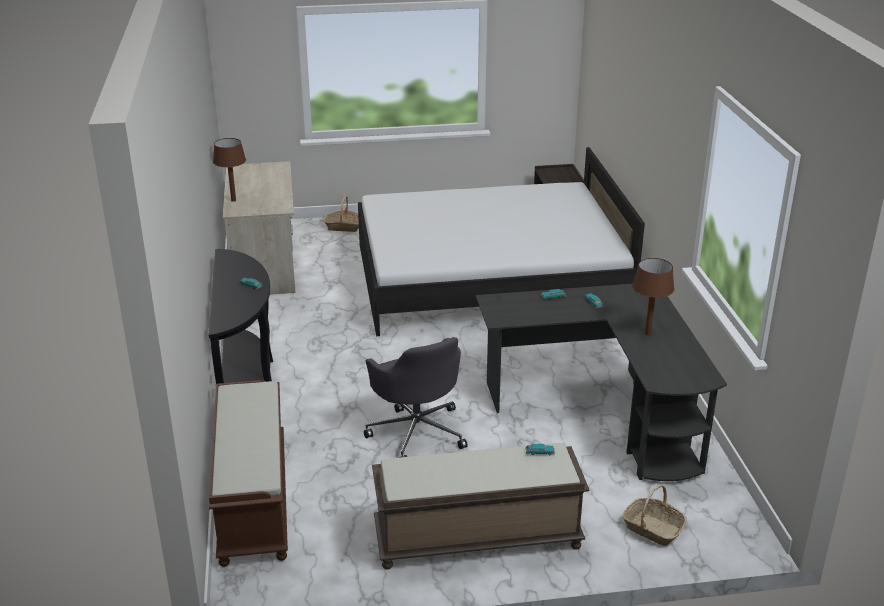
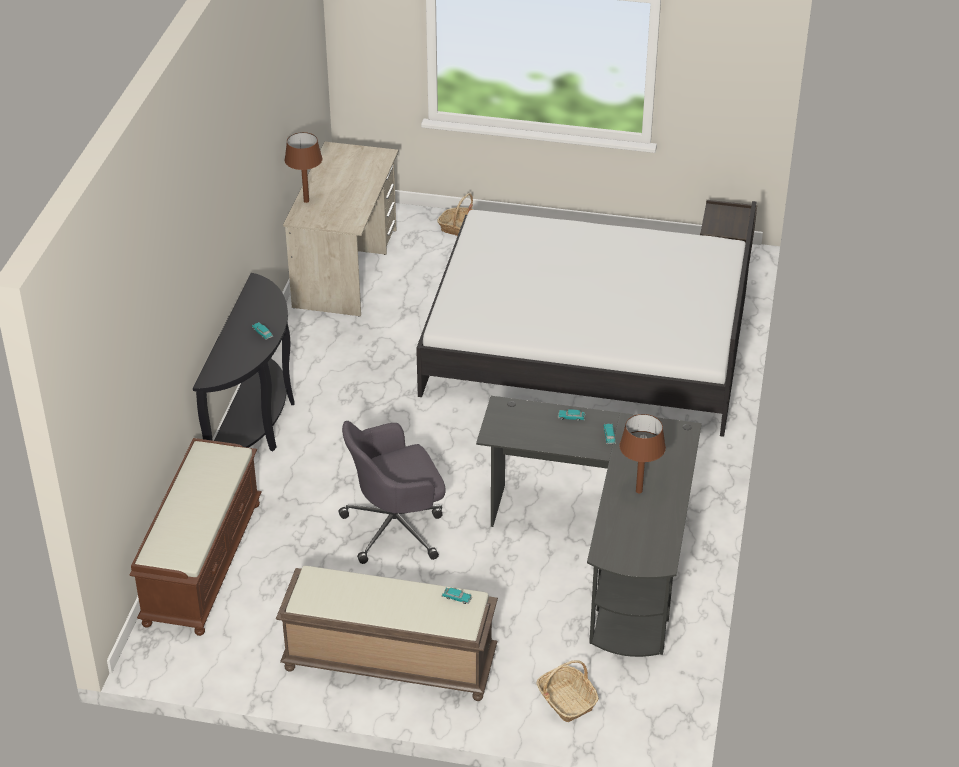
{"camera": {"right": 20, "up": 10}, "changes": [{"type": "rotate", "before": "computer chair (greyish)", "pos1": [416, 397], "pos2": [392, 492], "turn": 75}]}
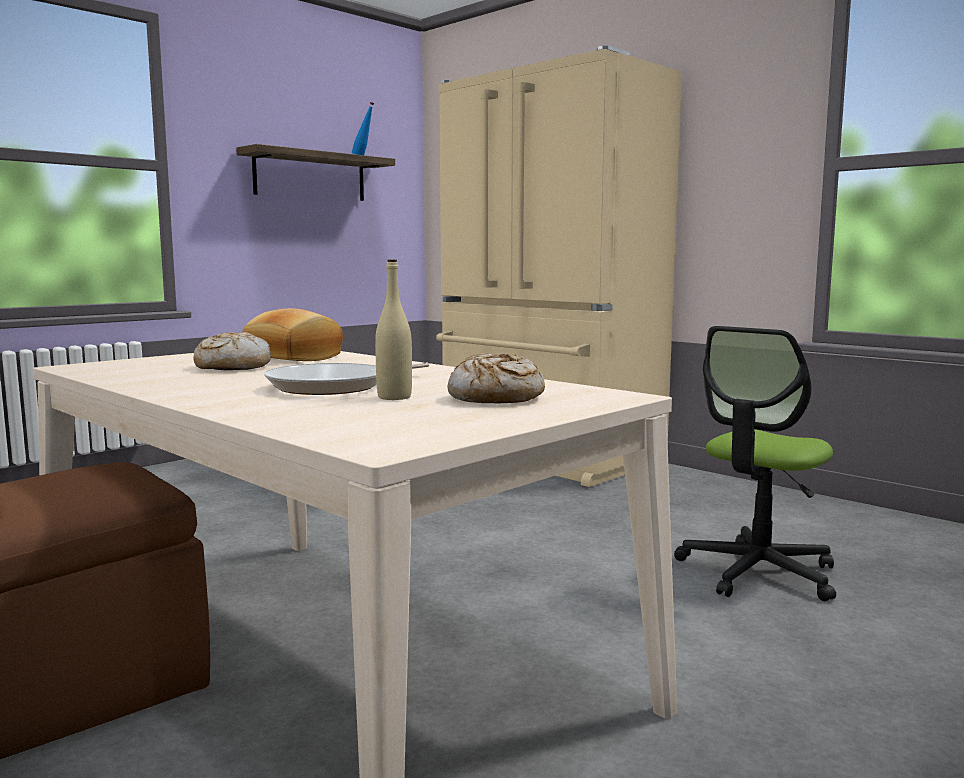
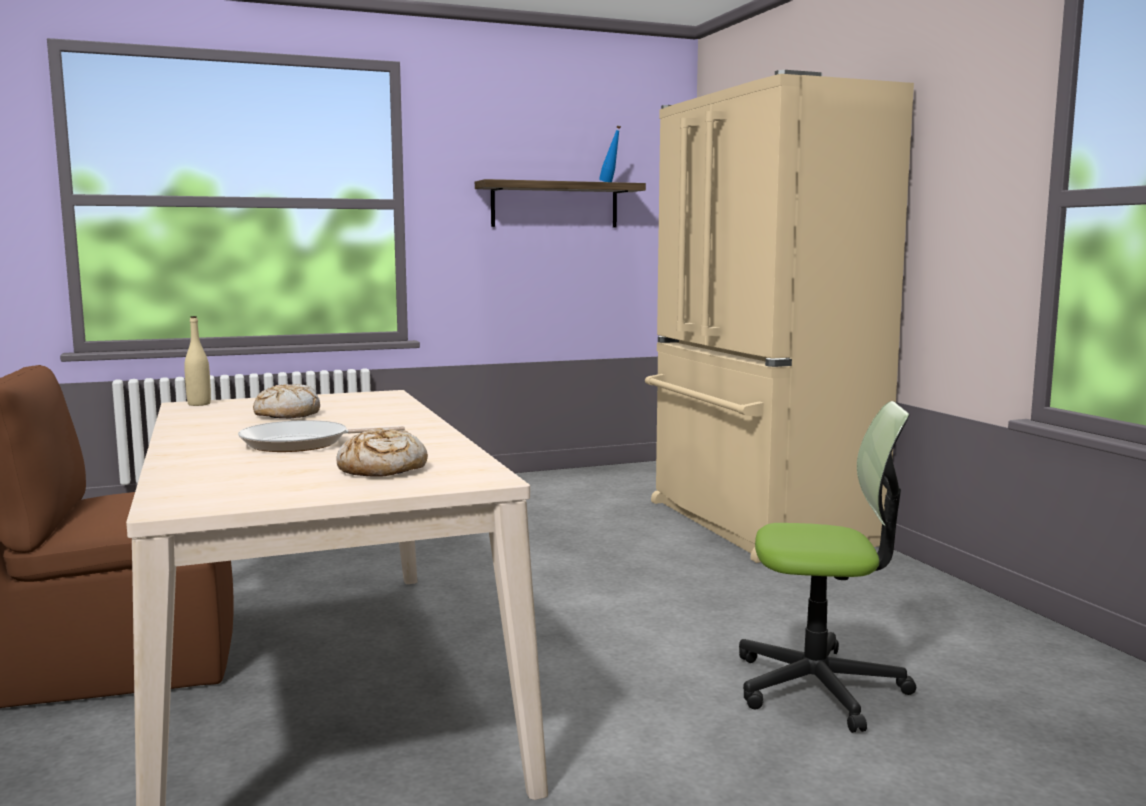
{"camera": {"right": 25, "up": 0}, "changes": [{"type": "move", "before": "beverage bottle (sand-coloured)", "pos1": [393, 330], "pos2": [197, 361]}, {"type": "delete", "before": "bread", "pos1": [292, 334]}, {"type": "rotate", "before": "computer chair", "pos1": [755, 463], "pos2": [827, 567], "turn": -150}]}
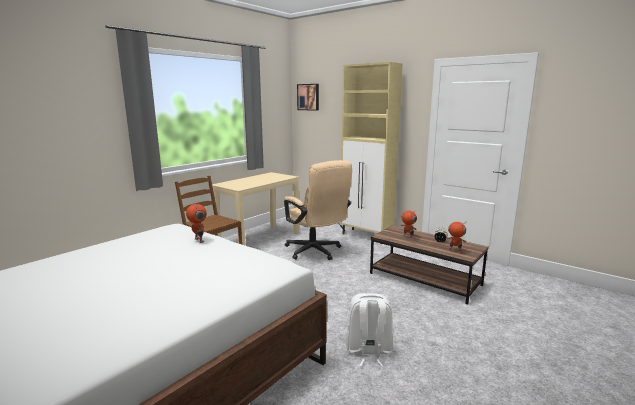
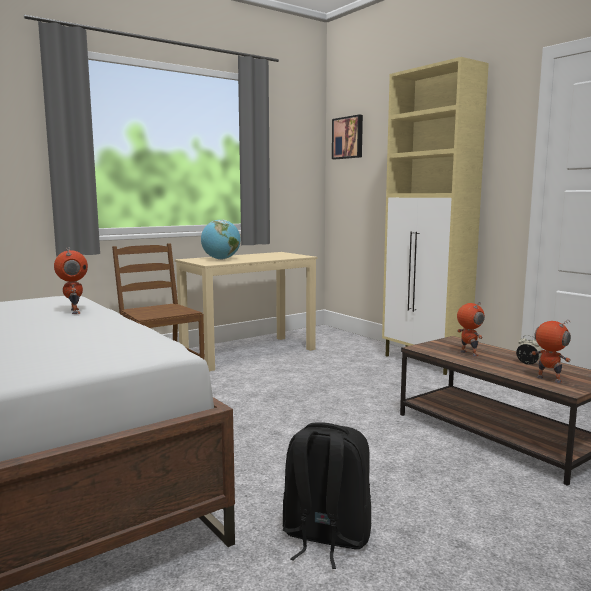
{"camera": {"right": 15, "up": -5}, "changes": [{"type": "delete", "before": "computer chair (sand-coloured)", "pos1": [318, 210]}, {"type": "recolor", "before": "rucksack (white)", "after": "rucksack (blackish)", "pos1": [369, 330], "pos2": [326, 495]}, {"type": "insert", "after": "desk globe", "pos2": [221, 240]}]}
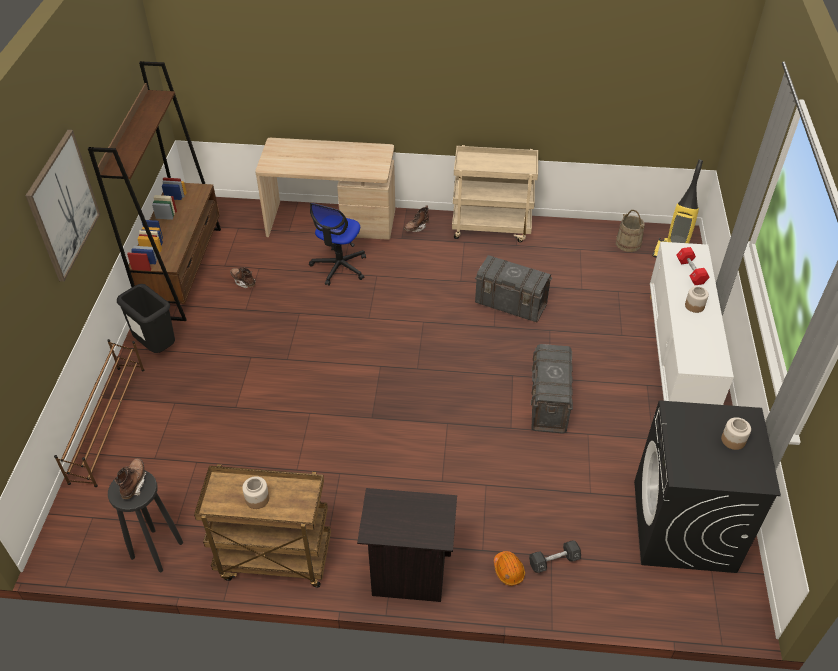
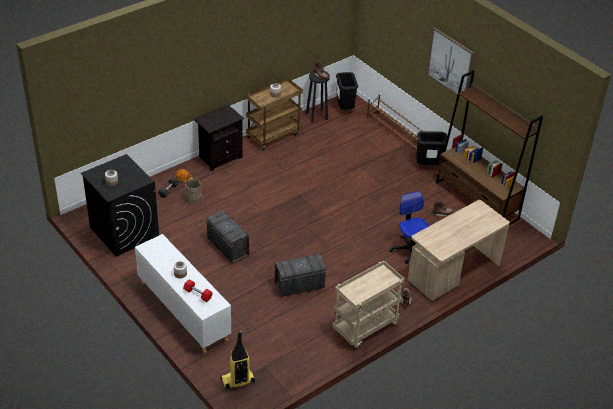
{"camera": {"right": 135, "up": -5}, "changes": [{"type": "move", "before": "water bucket (sand-coloured)", "pos1": [630, 231], "pos2": [193, 190]}, {"type": "insert", "after": "trash can (blackish)", "pos2": [347, 91]}]}
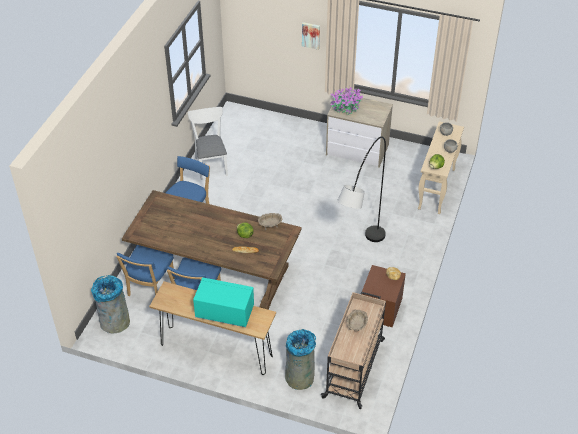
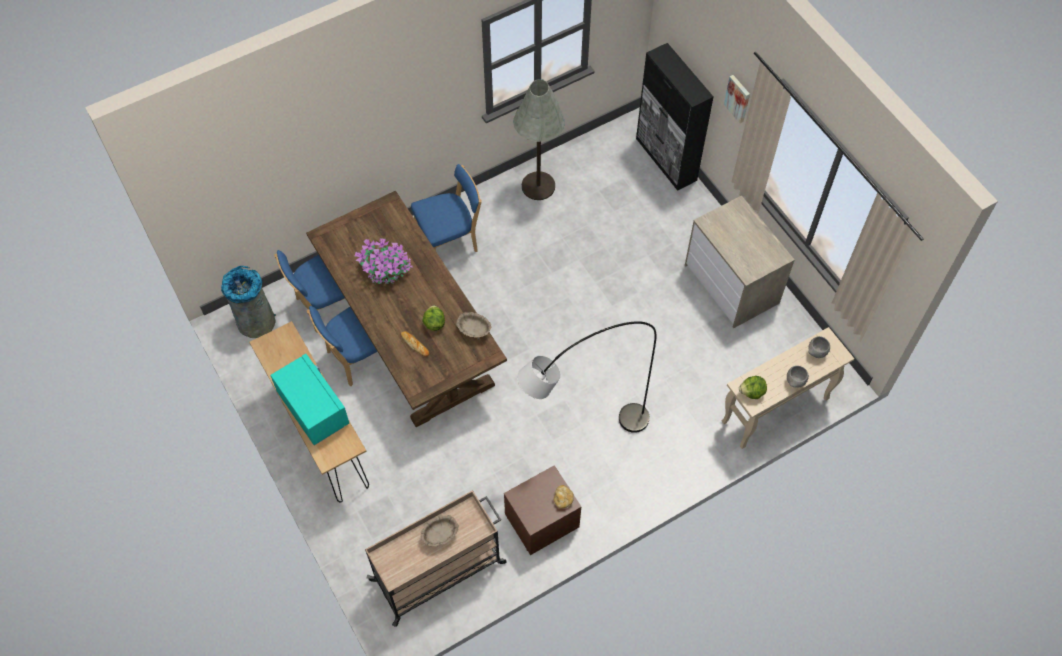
{"camera": {"right": 40, "up": 15}, "changes": [{"type": "move", "before": "plant in a pot", "pos1": [346, 101], "pos2": [384, 261]}, {"type": "replace", "before": "chair (white)", "after": "floor lamp (greyish)", "pos1": [208, 143], "pos2": [539, 139]}, {"type": "delete", "before": "trash can (greyish)", "pos1": [300, 359]}, {"type": "insert", "after": "cabinet (blackish)", "pos2": [674, 117]}]}
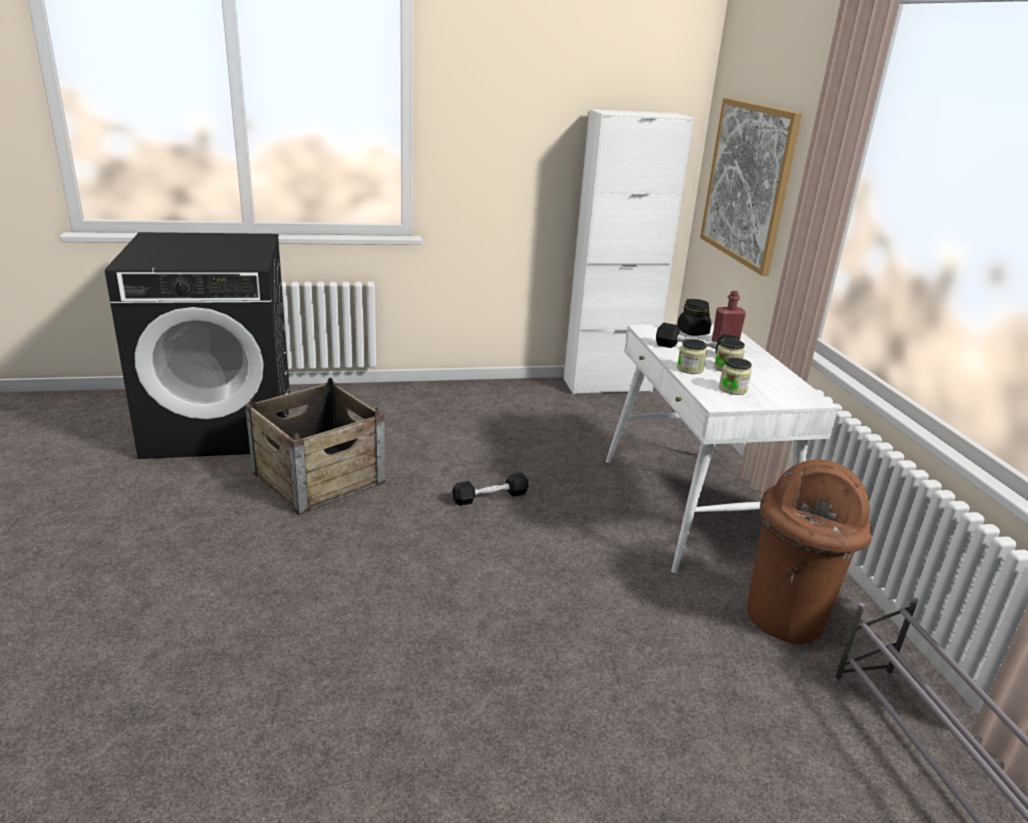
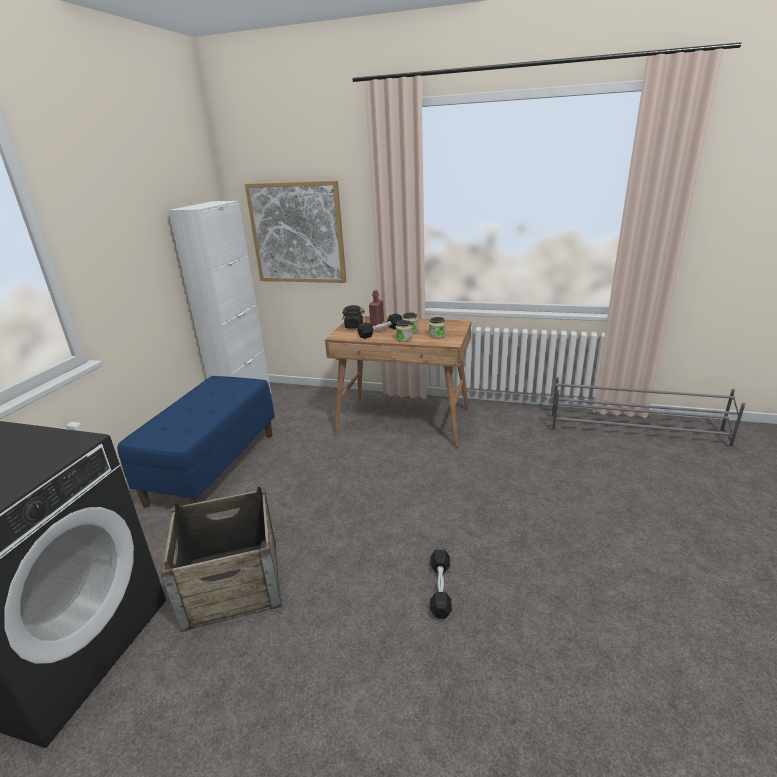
{"camera": {"right": -60, "up": 0}, "changes": [{"type": "recolor", "before": "desk (white)", "after": "desk (brown-coloured)", "pos1": [722, 449], "pos2": [398, 382]}, {"type": "delete", "before": "trash can (brown-coloured)", "pos1": [809, 551]}, {"type": "move", "before": "free weight (blackish)", "pos1": [490, 489], "pos2": [441, 584]}, {"type": "insert", "after": "indoor bench (bluish)", "pos2": [196, 442]}]}
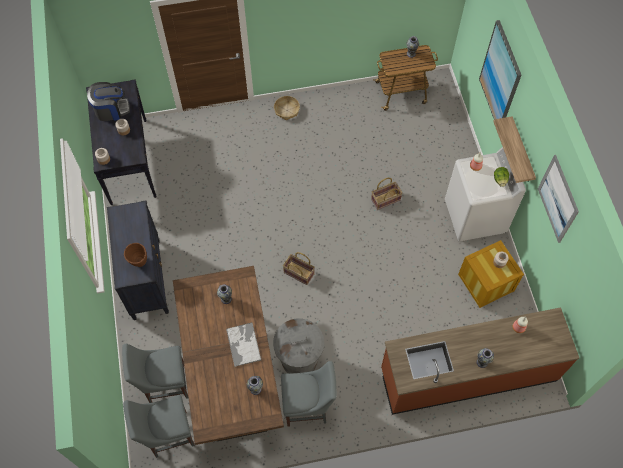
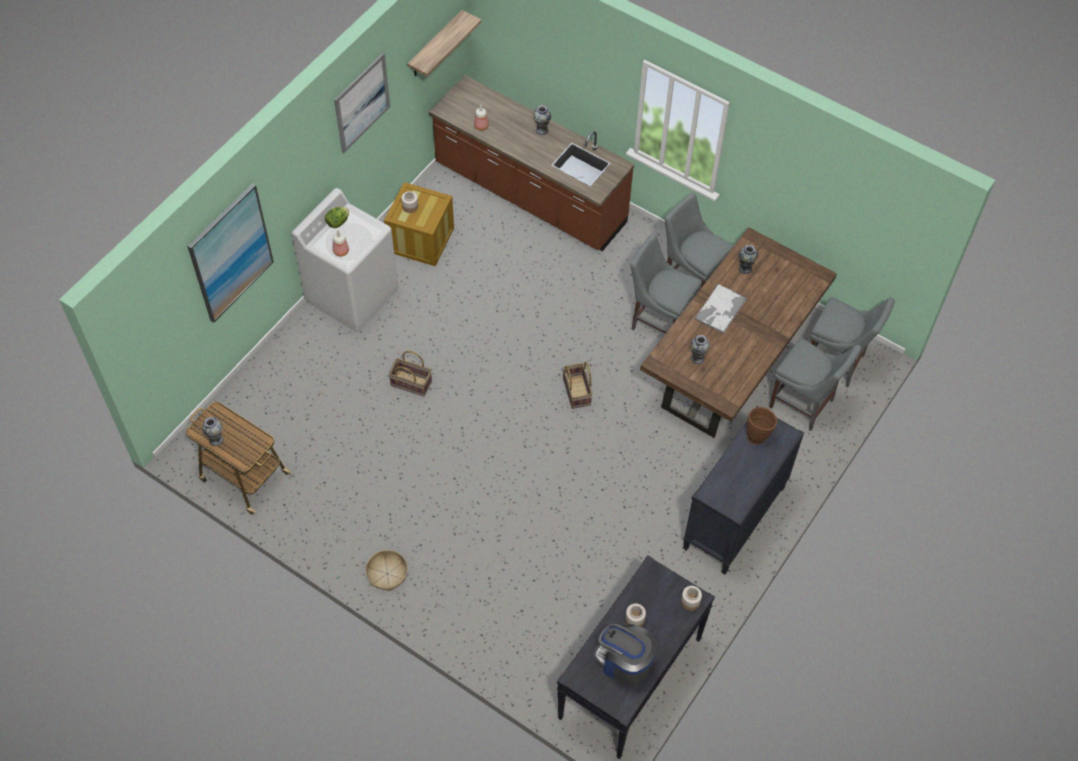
{"camera": {"right": -135, "up": -5}, "changes": [{"type": "move", "before": "bracket shelf", "pos1": [514, 149], "pos2": [444, 43]}, {"type": "replace", "before": "trash can (greyish)", "after": "chair (greyish)", "pos1": [298, 346], "pos2": [666, 283]}]}
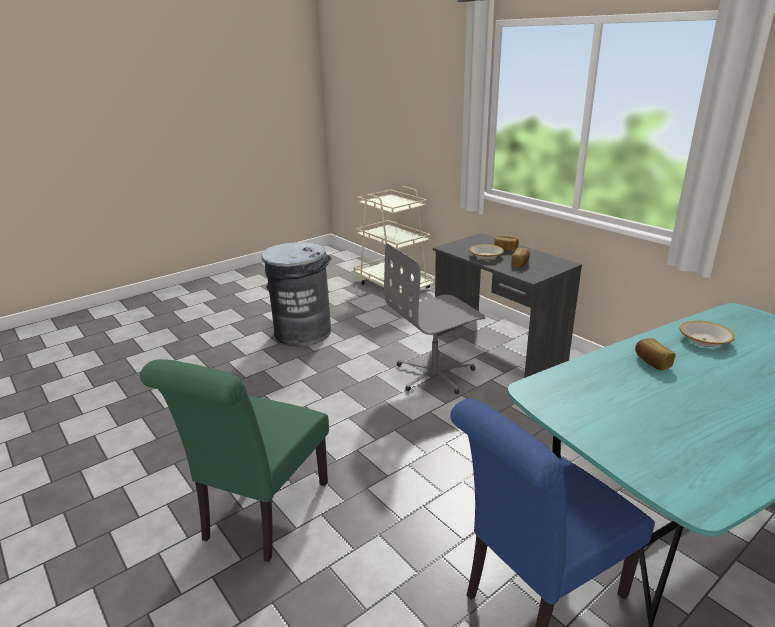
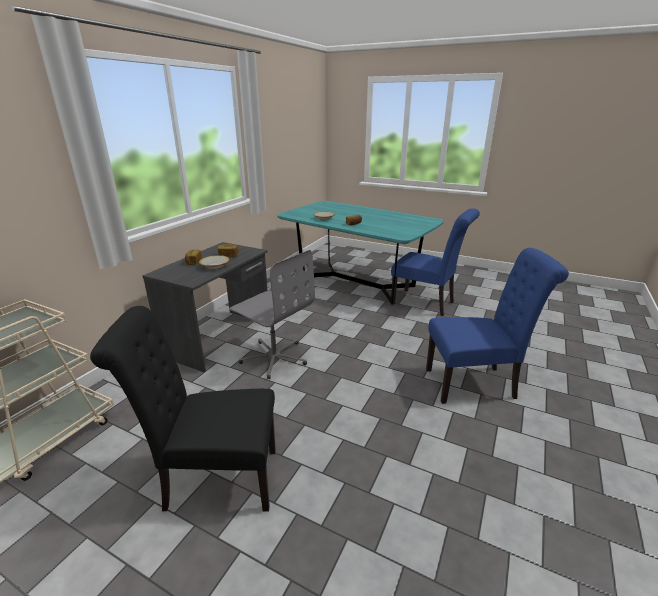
{"camera": {"right": -115, "up": 0}, "changes": [{"type": "replace", "before": "trash can (greyish)", "after": "chair (blackish)", "pos1": [296, 294], "pos2": [183, 409]}, {"type": "recolor", "before": "chair (green-coloured)", "after": "chair (bluish)", "pos1": [234, 460], "pos2": [497, 326]}]}
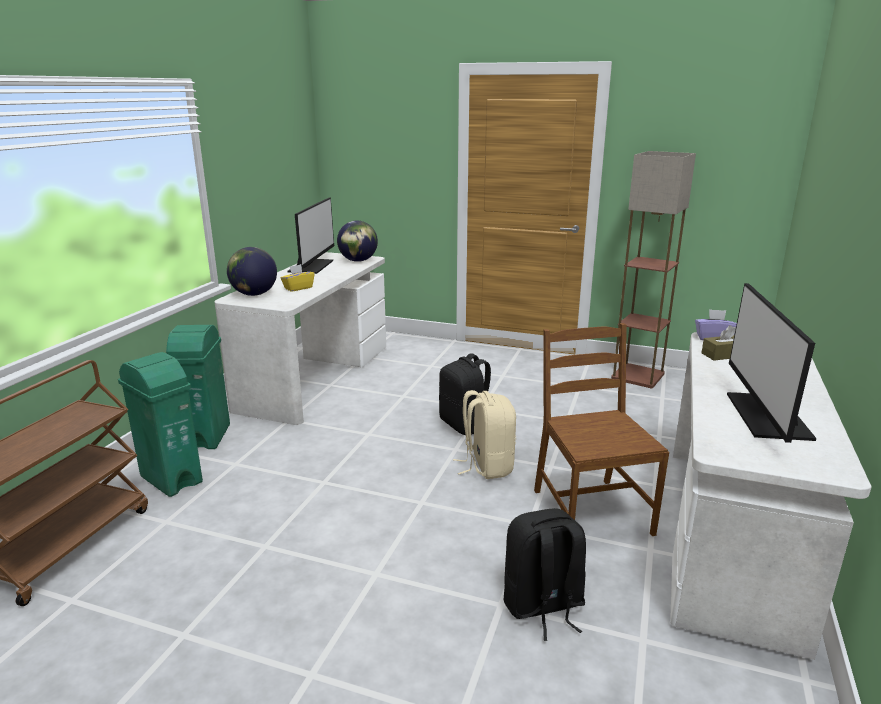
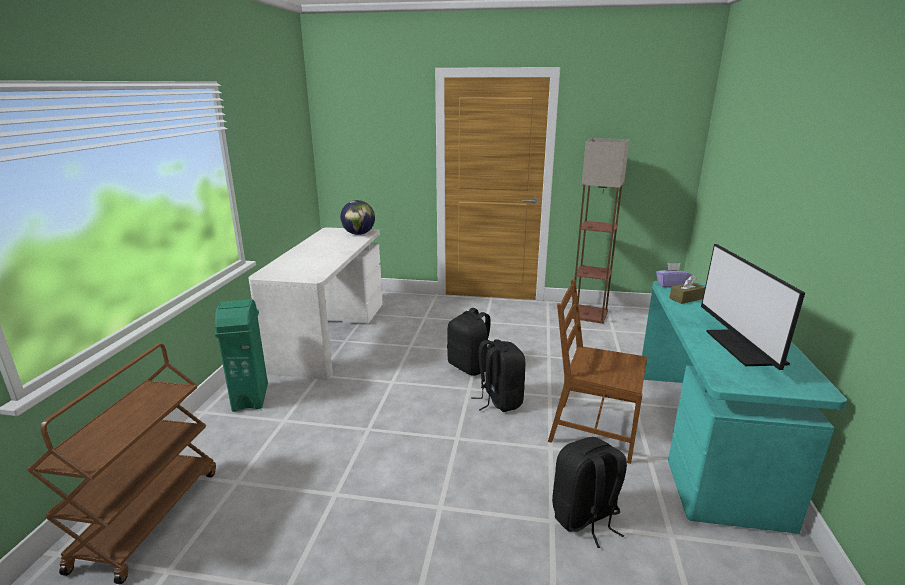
{"camera": {"right": -10, "up": 0}, "changes": [{"type": "delete", "before": "computer display", "pos1": [310, 236]}, {"type": "delete", "before": "desk globe", "pos1": [252, 271]}, {"type": "delete", "before": "box of tissues (yellow-coloured)", "pos1": [298, 278]}, {"type": "rotate", "before": "chair (brown-coloured)", "pos1": [601, 429], "pos2": [597, 372], "turn": -45}, {"type": "recolor", "before": "desk (white)", "after": "desk (turquoise-coloured)", "pos1": [771, 496], "pos2": [744, 407]}, {"type": "delete", "before": "trash can (green-coloured)", "pos1": [160, 424]}, {"type": "recolor", "before": "rucksack (sand-coloured)", "after": "rucksack (blackish)", "pos1": [484, 434], "pos2": [498, 375]}]}
